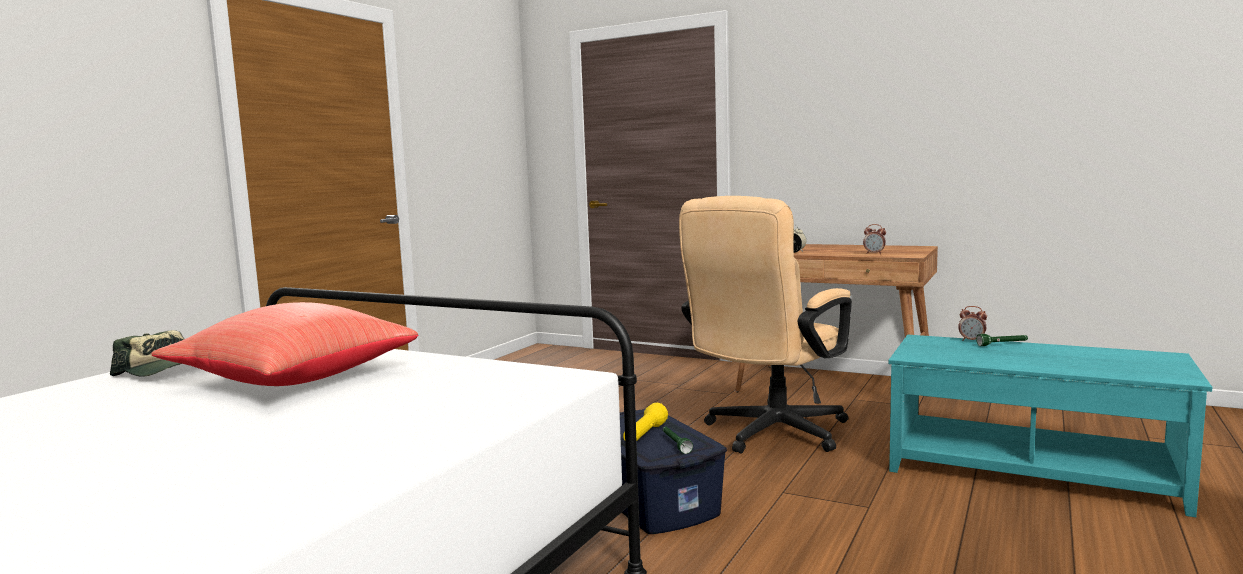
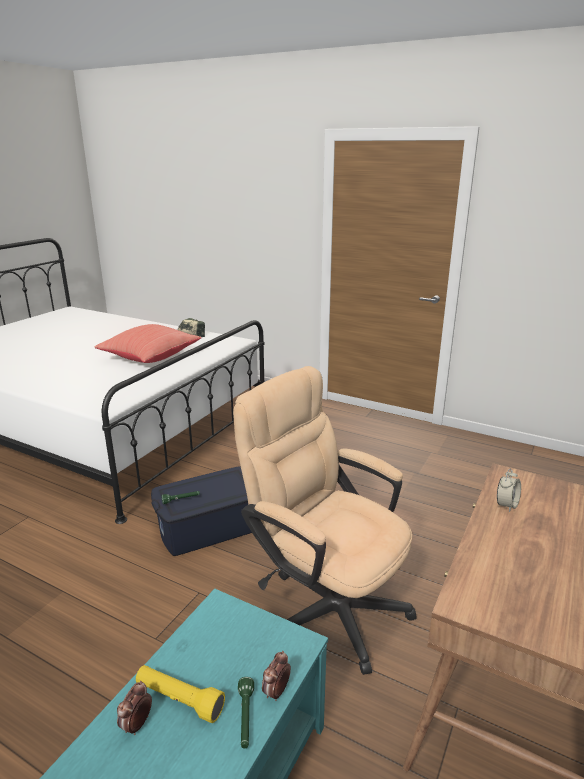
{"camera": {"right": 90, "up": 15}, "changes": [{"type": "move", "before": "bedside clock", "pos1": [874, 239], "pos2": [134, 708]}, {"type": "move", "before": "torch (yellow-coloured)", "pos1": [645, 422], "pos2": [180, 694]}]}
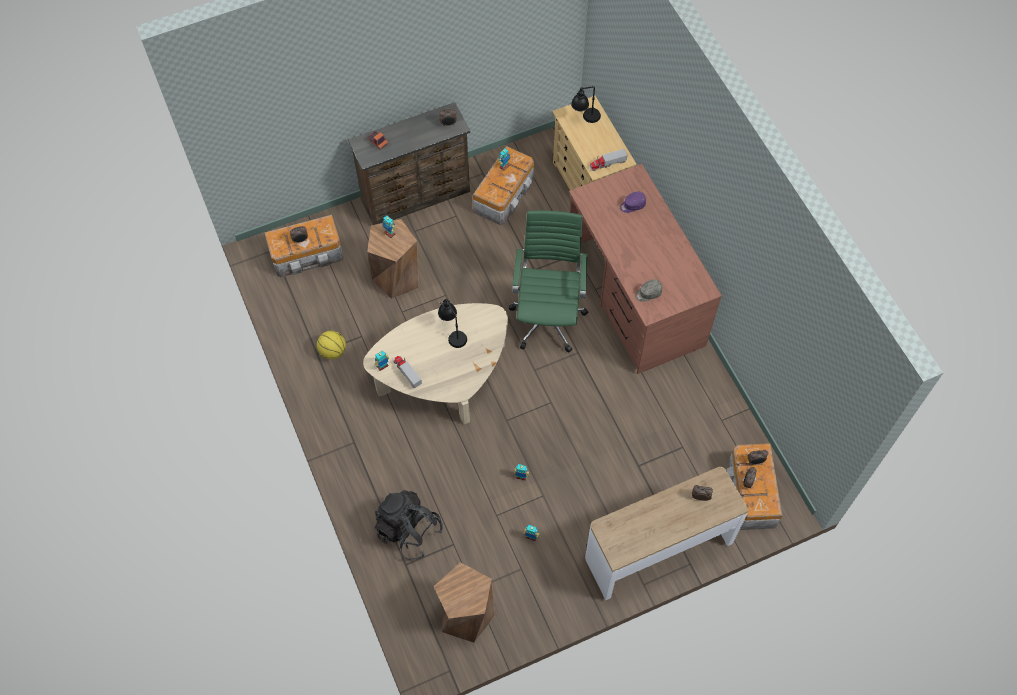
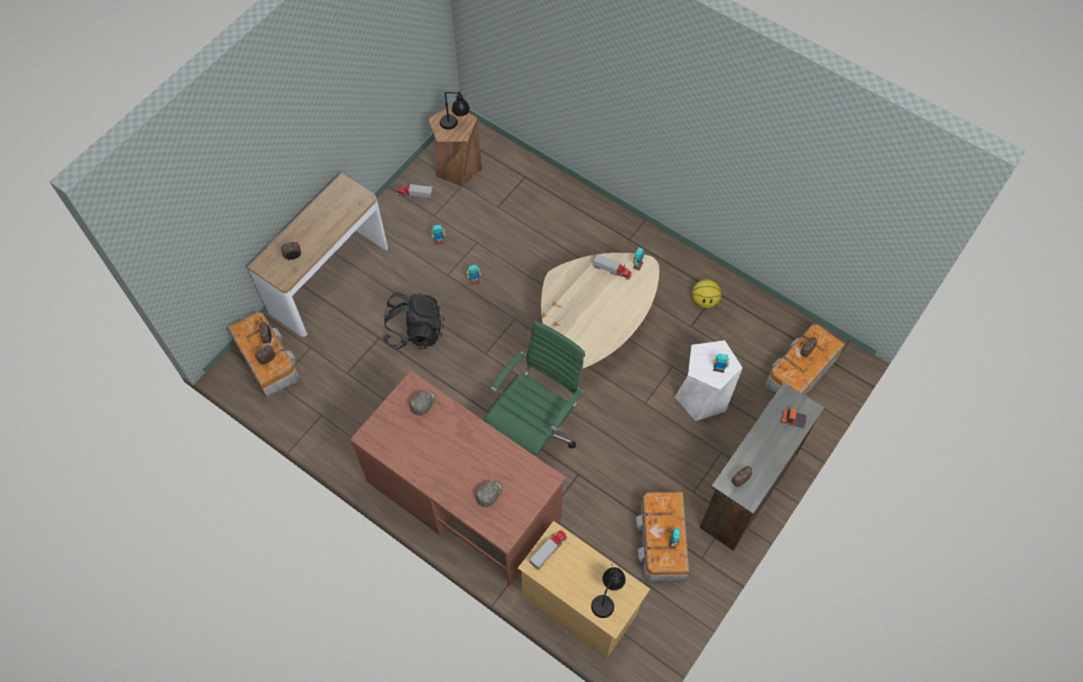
{"camera": {"right": 150, "up": 0}, "changes": [{"type": "recolor", "before": "peaked cap (purple-coloured)", "after": "peaked cap (greyish)", "pos1": [633, 202], "pos2": [489, 494]}, {"type": "rotate", "before": "computer chair (green-coloured)", "pos1": [548, 281], "pos2": [534, 388], "turn": -120}, {"type": "recolor", "before": "stool (brown-coloured)", "after": "stool (white)", "pos1": [393, 259], "pos2": [709, 380]}, {"type": "move", "before": "lamp for a table (blackish)", "pos1": [452, 323], "pos2": [455, 110]}, {"type": "move", "before": "rucksack (blackish)", "pos1": [409, 525], "pos2": [414, 320]}, {"type": "insert", "after": "model truck", "pos2": [415, 192]}]}
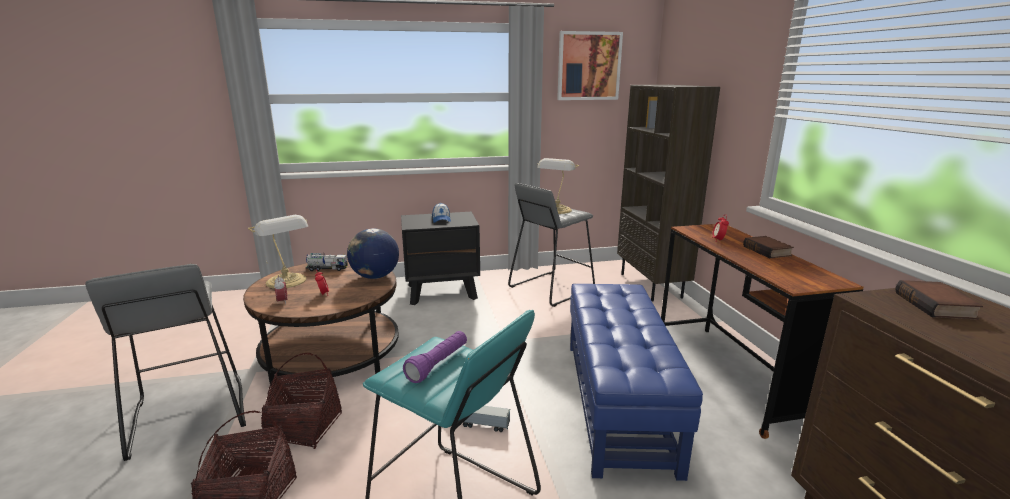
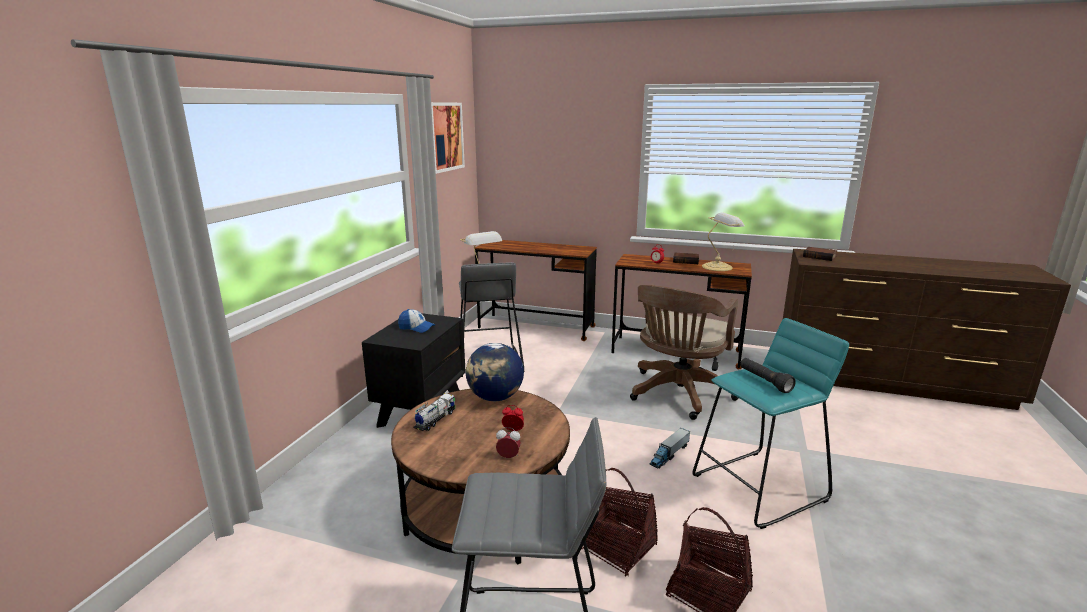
{"camera": {"right": -60, "up": 0}, "changes": [{"type": "replace", "before": "shelving unit (brown-coloured)", "after": "desk (brown-coloured)", "pos1": [668, 193], "pos2": [536, 290]}, {"type": "move", "before": "lamp for a table", "pos1": [278, 252], "pos2": [723, 242]}, {"type": "replace", "before": "footrest (bluish)", "after": "computer chair (brown-coloured)", "pos1": [636, 382], "pos2": [684, 352]}, {"type": "recolor", "before": "torch (purple-coloured)", "after": "torch (blackish)", "pos1": [435, 357], "pos2": [768, 375]}]}
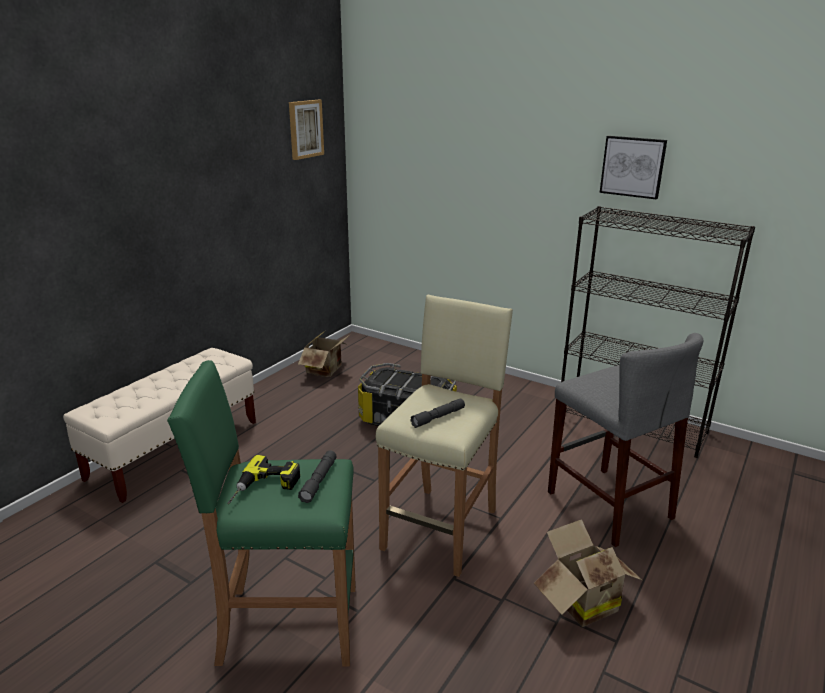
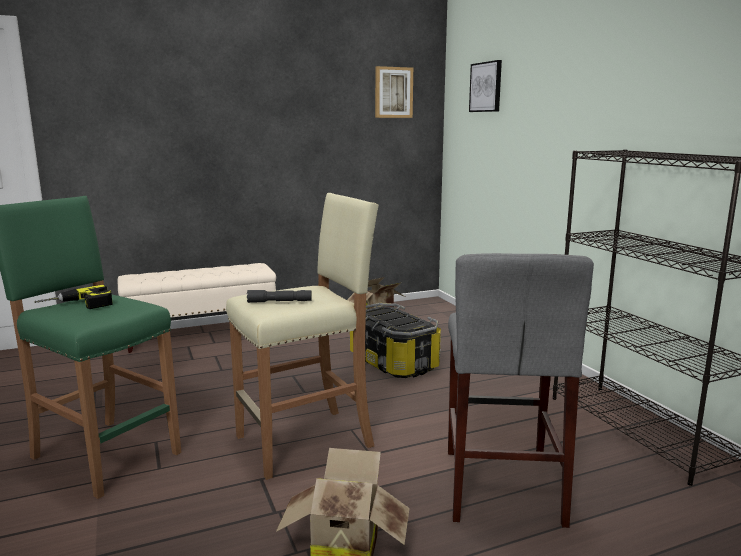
{"camera": {"right": 35, "up": -10}, "changes": [{"type": "move", "before": "wall art", "pos1": [633, 168], "pos2": [485, 86]}, {"type": "delete", "before": "torch (greyish)", "pos1": [317, 477]}]}
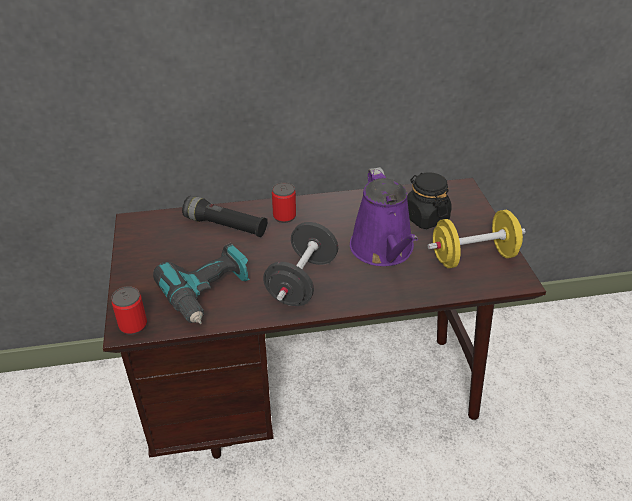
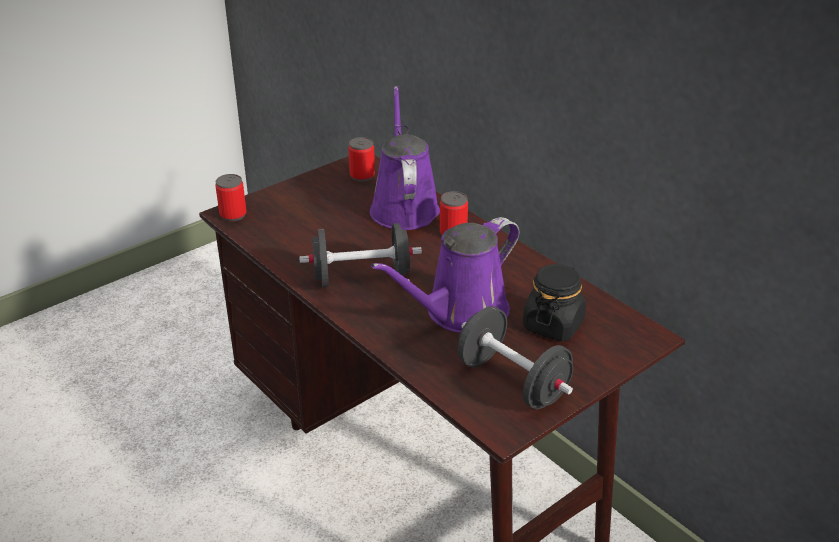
{"camera": {"right": 60, "up": -5}, "changes": [{"type": "replace", "before": "torch (blackish)", "after": "sprinkling can (purple-coloured)", "pos1": [225, 216], "pos2": [405, 158]}, {"type": "recolor", "before": "free weight (yellow-coloured)", "after": "free weight (blackish)", "pos1": [477, 239], "pos2": [515, 357]}, {"type": "delete", "before": "drill", "pos1": [201, 283]}, {"type": "insert", "after": "sealed can", "pos2": [361, 159]}]}
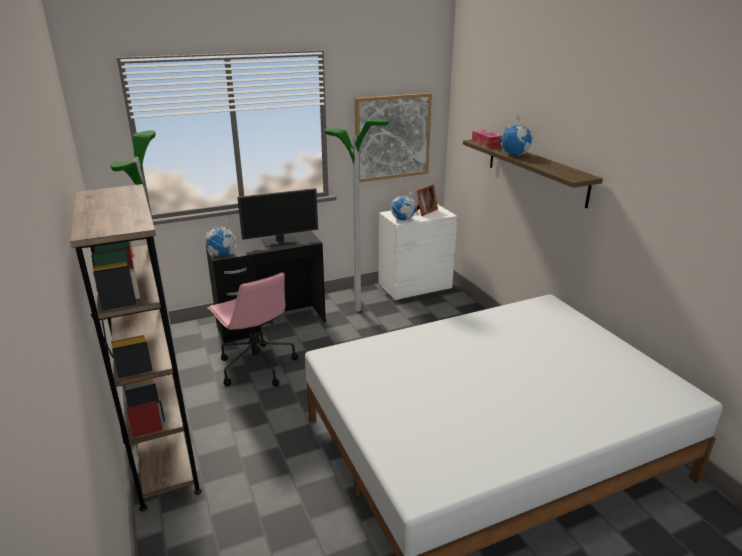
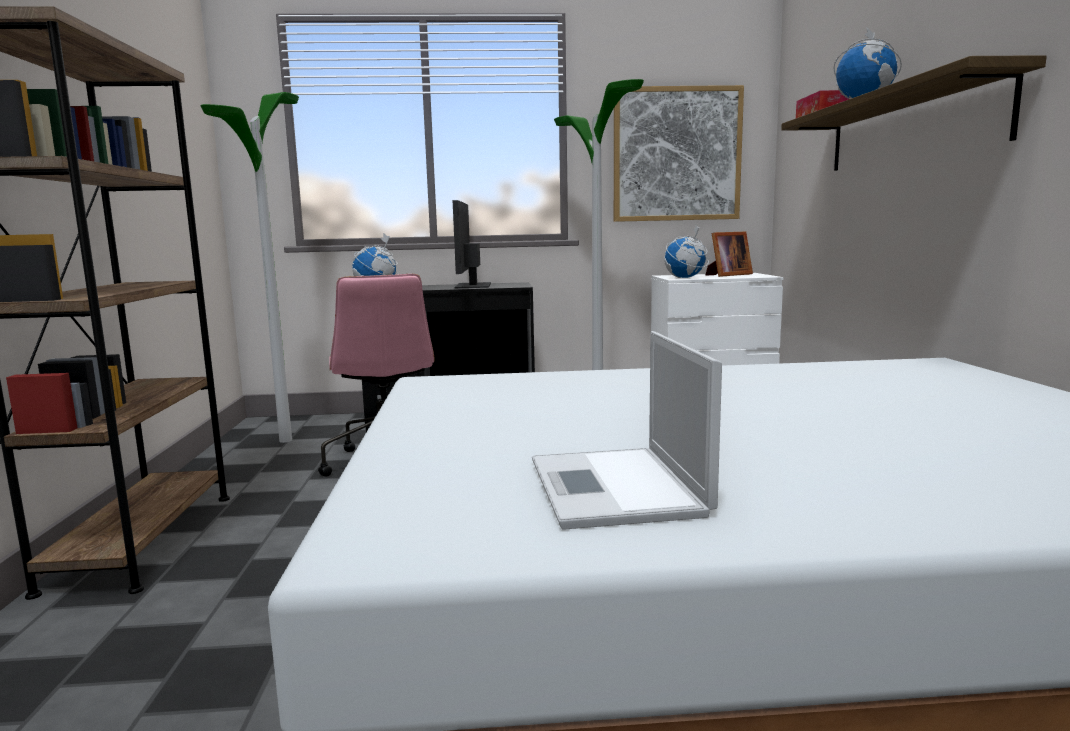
{"camera": {"right": 20, "up": -15}, "changes": [{"type": "rotate", "before": "computer display", "pos1": [277, 217], "pos2": [472, 244], "turn": 90}, {"type": "insert", "after": "laptop", "pos2": [627, 430]}]}
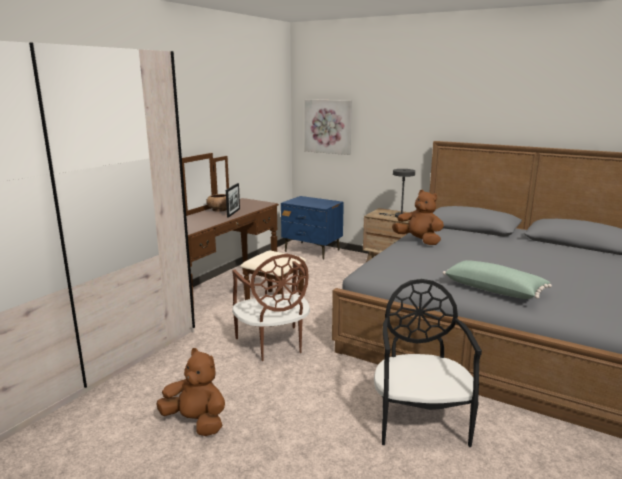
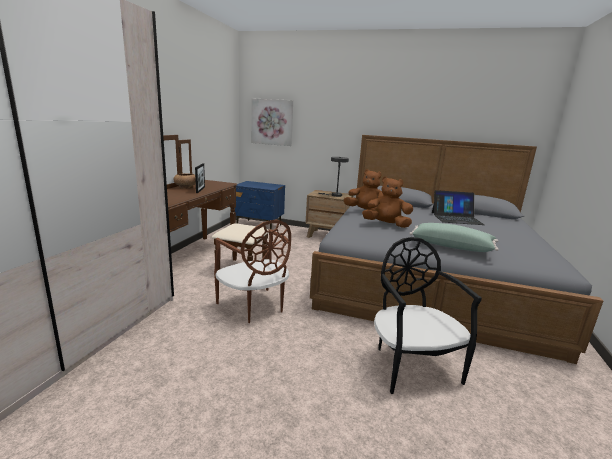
{"camera": {"right": -15, "up": 0}, "changes": [{"type": "move", "before": "soft toy (brown-coloured)", "pos1": [191, 392], "pos2": [387, 202]}, {"type": "insert", "after": "laptop", "pos2": [458, 207]}]}
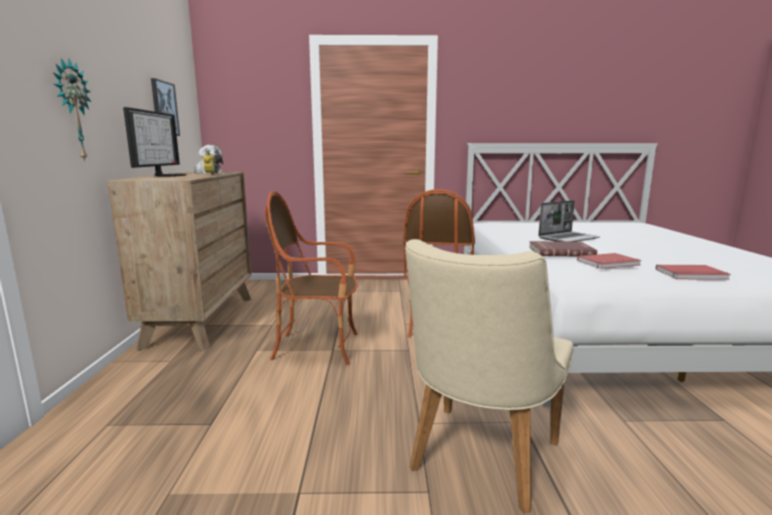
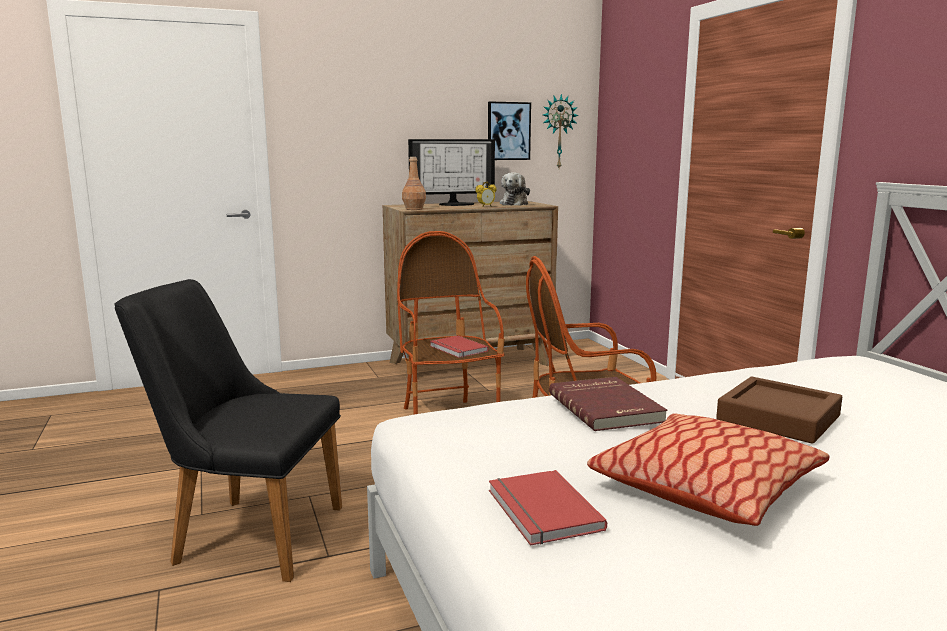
{"camera": {"right": 70, "up": 0}, "changes": [{"type": "move", "before": "wall clock", "pos1": [72, 110], "pos2": [561, 131]}, {"type": "replace", "before": "laptop", "after": "carrying tray (brown-coloured)", "pos1": [569, 221], "pos2": [779, 410]}, {"type": "recolor", "before": "chair (sand-coloured)", "after": "chair (blackish)", "pos1": [489, 376], "pos2": [228, 430]}, {"type": "move", "before": "volume (red-coloured)", "pos1": [609, 261], "pos2": [459, 347]}, {"type": "insert", "after": "beverage bottle (brown-coloured)", "pos2": [414, 183]}, {"type": "insert", "after": "throw pillow", "pos2": [708, 469]}]}
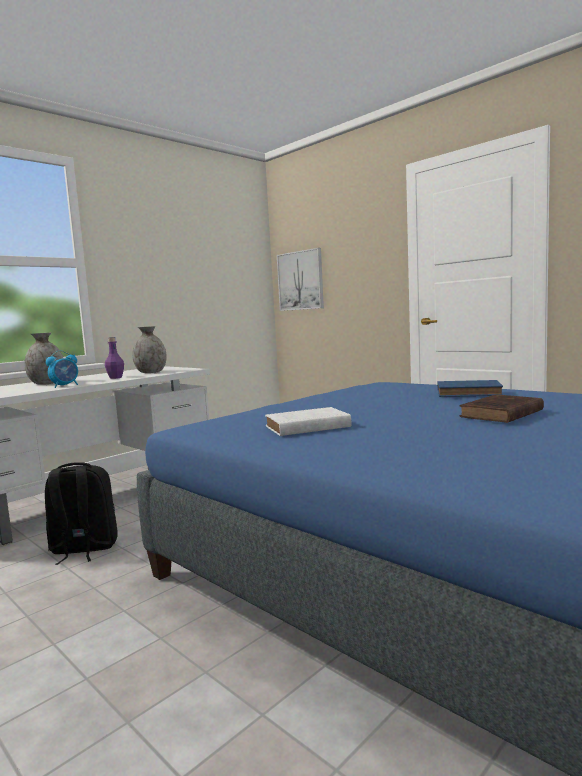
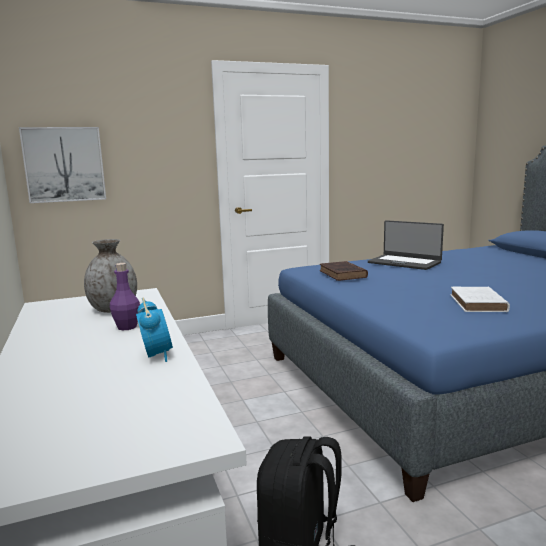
{"camera": {"right": -65, "up": 5}, "changes": [{"type": "delete", "before": "flower vase (greyish)", "pos1": [43, 359]}, {"type": "replace", "before": "volume (bluish)", "after": "laptop", "pos1": [470, 388], "pos2": [406, 245]}, {"type": "move", "before": "volume (brown-coloured)", "pos1": [501, 408], "pos2": [343, 271]}]}
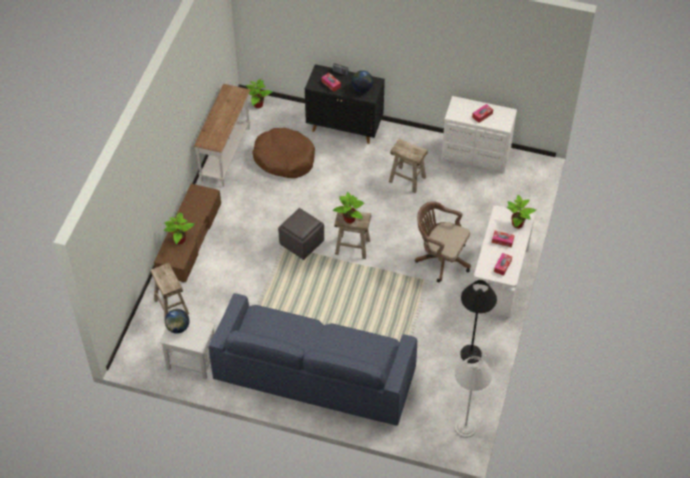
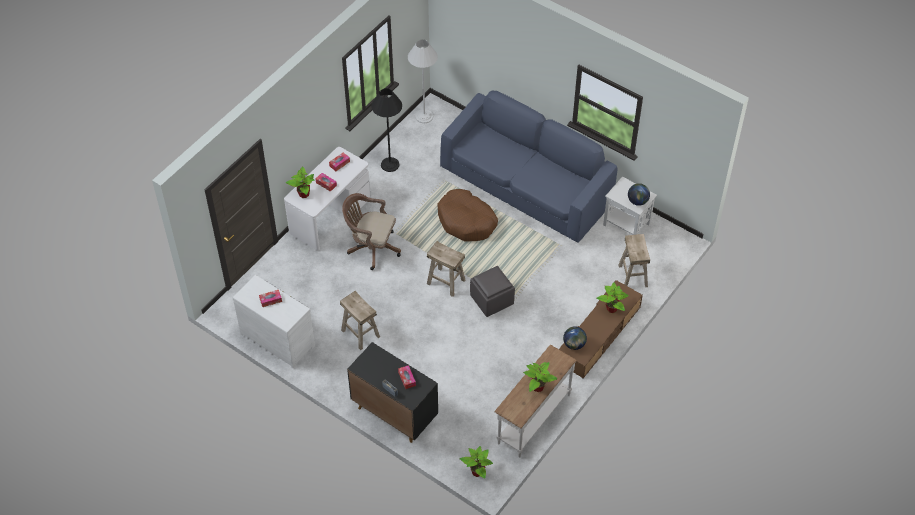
{"camera": {"right": -160, "up": 0}, "changes": [{"type": "move", "before": "desk globe", "pos1": [362, 81], "pos2": [575, 338]}, {"type": "move", "before": "dog cushion (brown-coloured)", "pos1": [283, 153], "pos2": [468, 215]}, {"type": "move", "before": "plant in a pot", "pos1": [348, 208], "pos2": [540, 377]}, {"type": "rotate", "before": "computer chair (brown-coloured)", "pos1": [443, 241], "pos2": [371, 231], "turn": 150}]}
